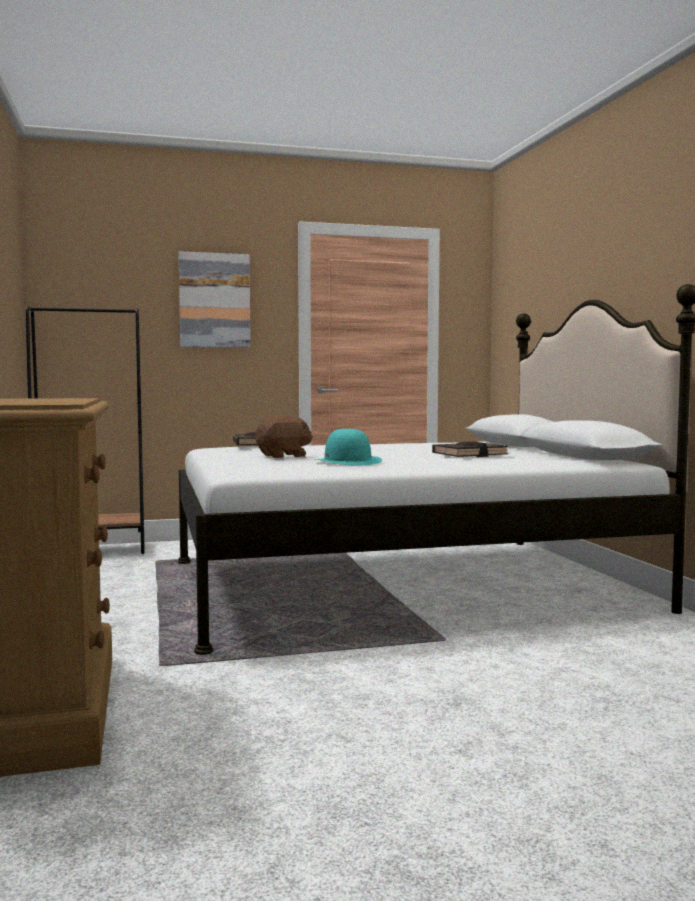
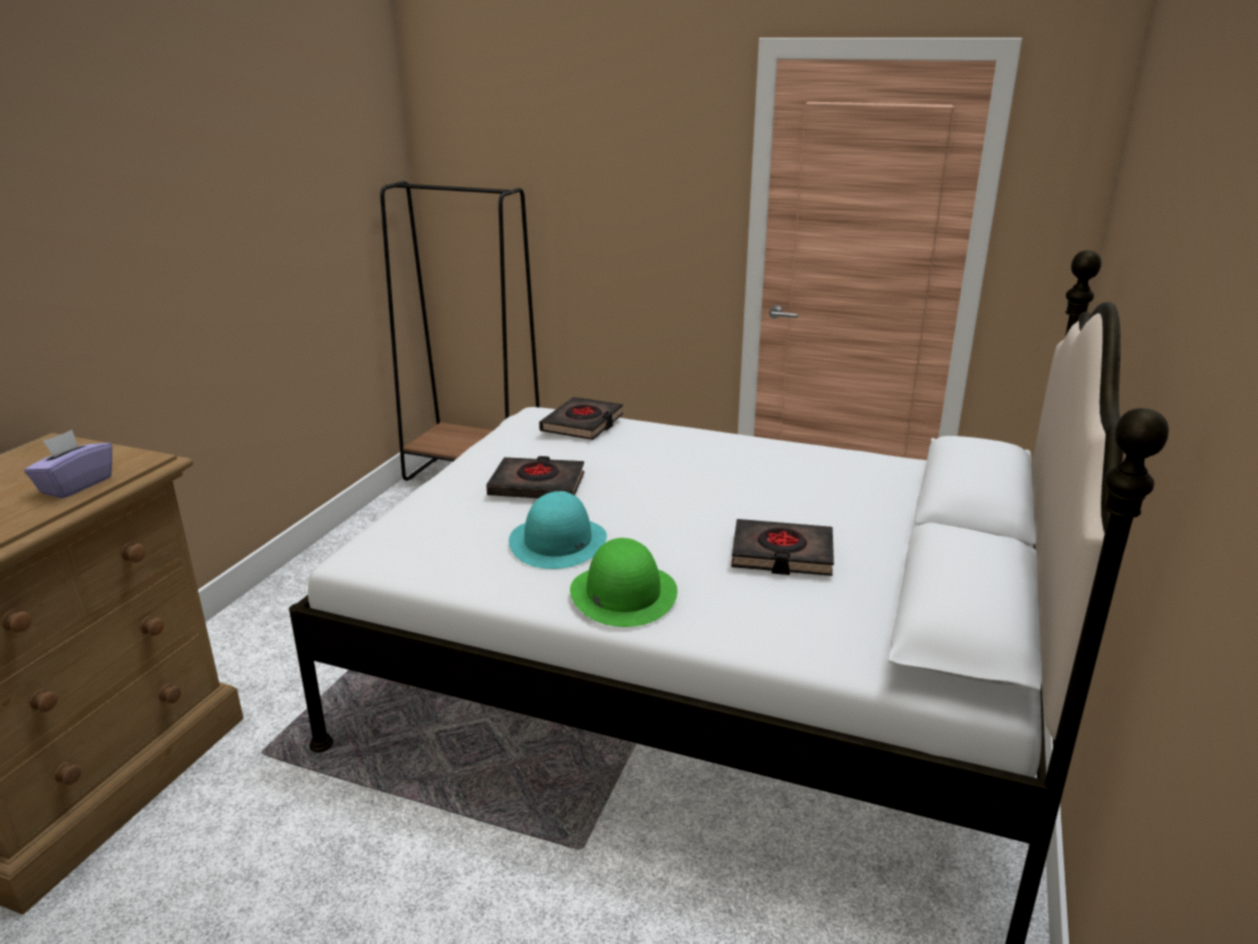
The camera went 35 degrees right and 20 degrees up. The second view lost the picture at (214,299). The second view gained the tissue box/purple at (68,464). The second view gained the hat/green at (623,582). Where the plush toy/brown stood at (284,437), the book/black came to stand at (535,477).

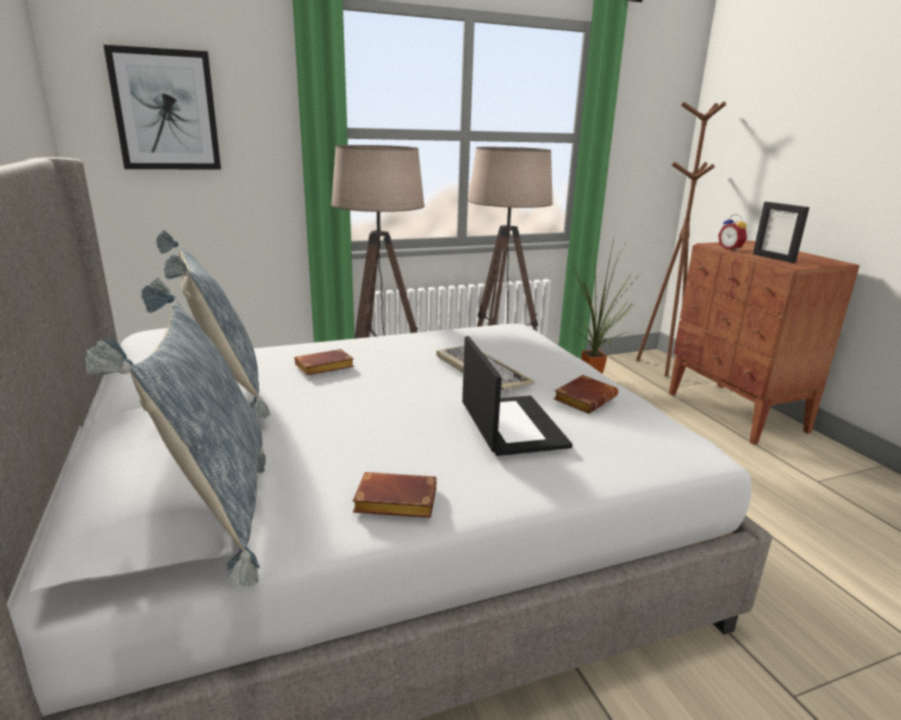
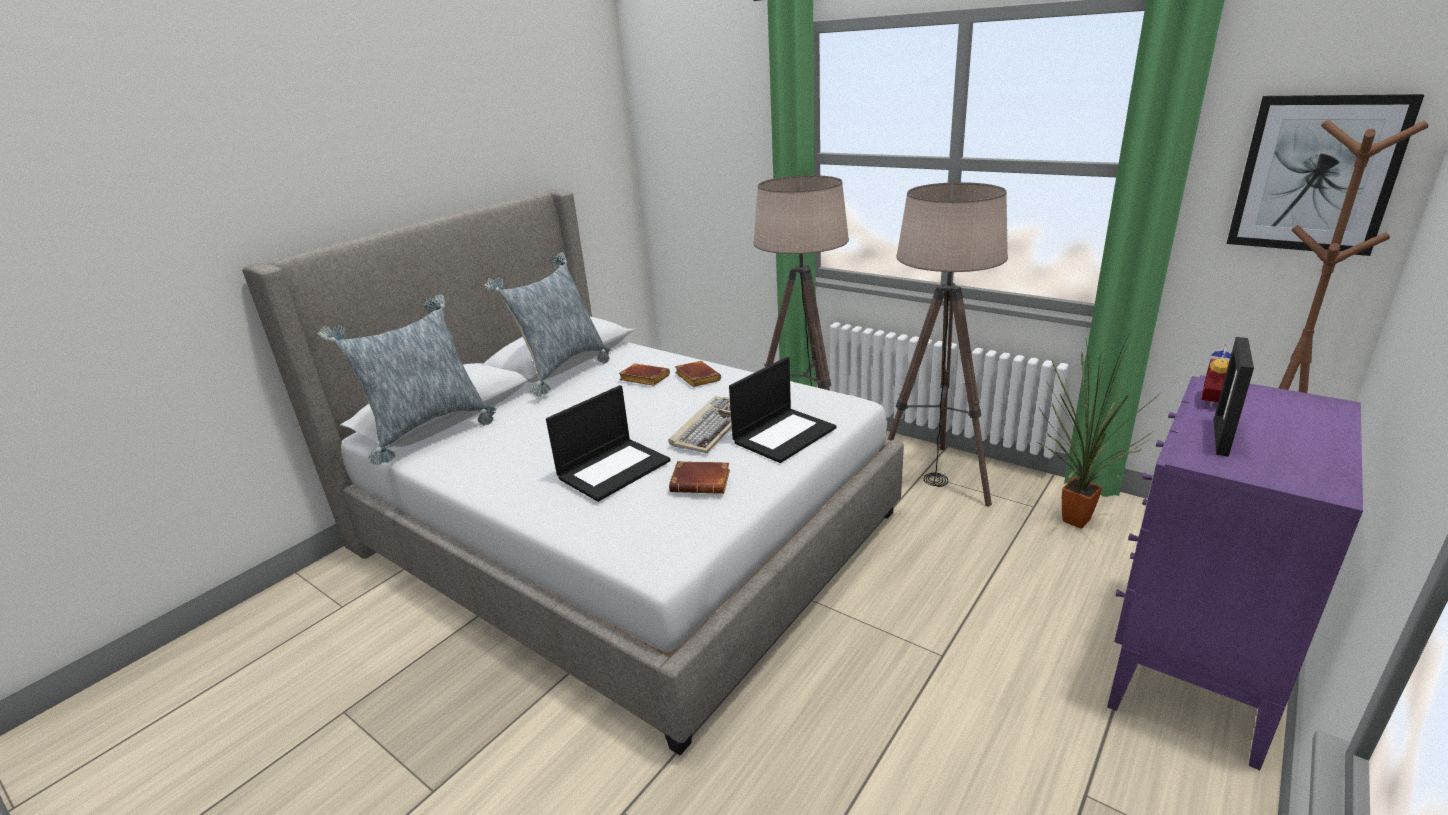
The camera went 60 degrees right and 5 degrees up. The second view gained the laptop at (783,410). The picture ended up elsewhere, having gone from (162,107) to (1325,175). The book/brown ended up elsewhere, having gone from (395,495) to (698,374). What was the dresser/brown at (764,343) turned into the dresser/purple at (1235,572).

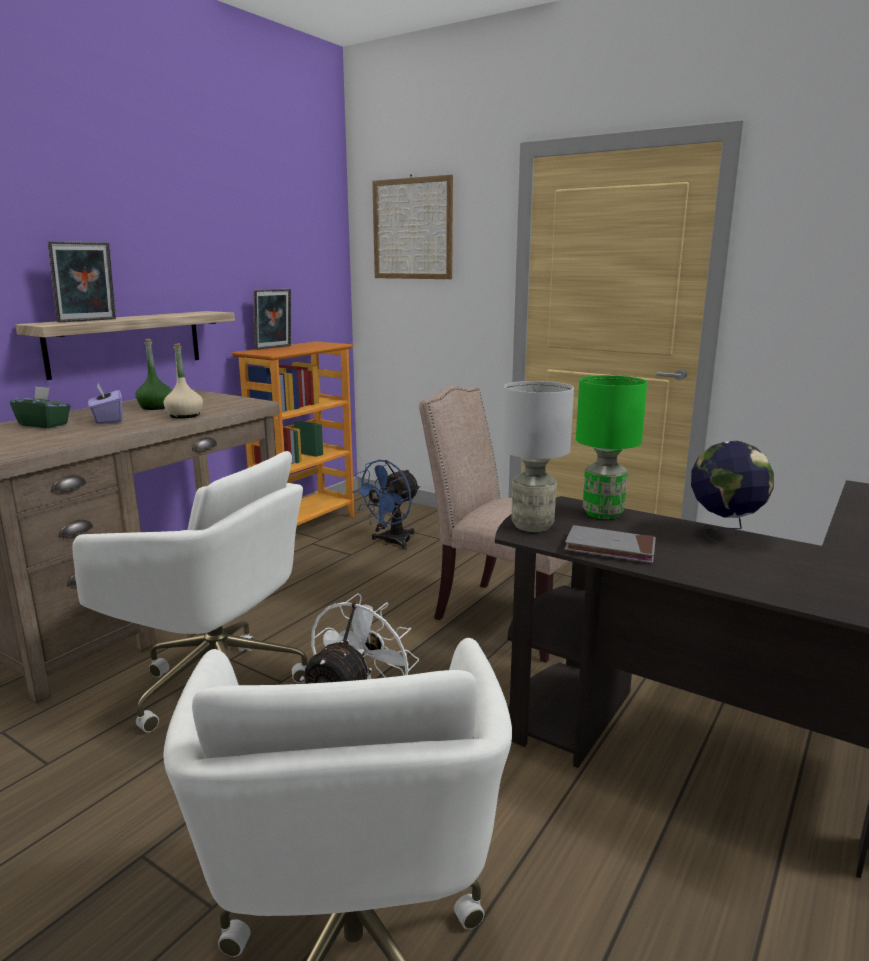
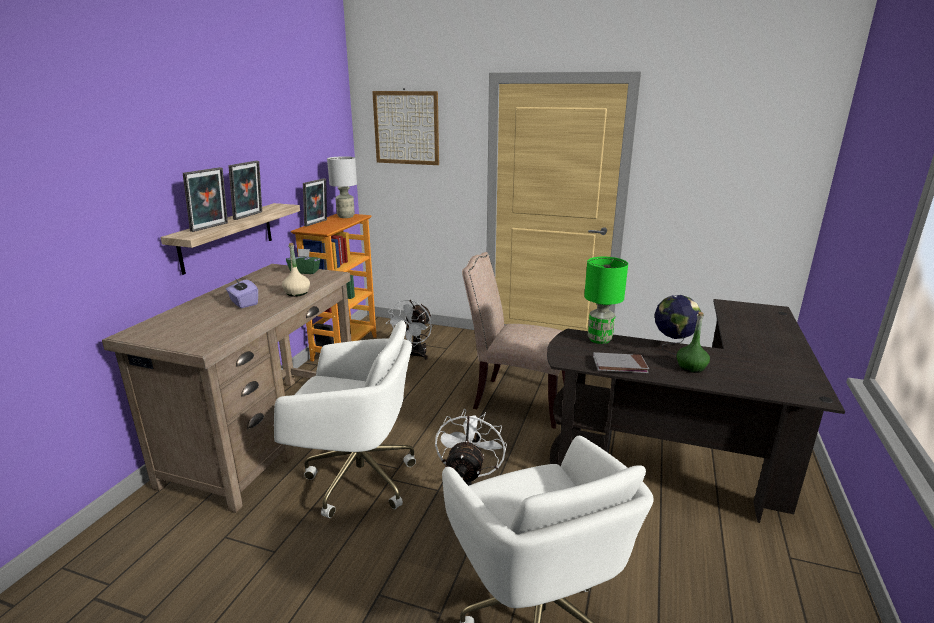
The camera went 15 degrees left and 5 degrees up. The second view gained the picture frame at (245,190). The tissue box/green ended up elsewhere, having gone from (40,407) to (303,261). The bottle/green ended up elsewhere, having gone from (153,374) to (693,342). The table lamp/grey ended up elsewhere, having gone from (538,456) to (342,187). What was the fan/blue at (386,505) turned into the fan/white at (409,330).

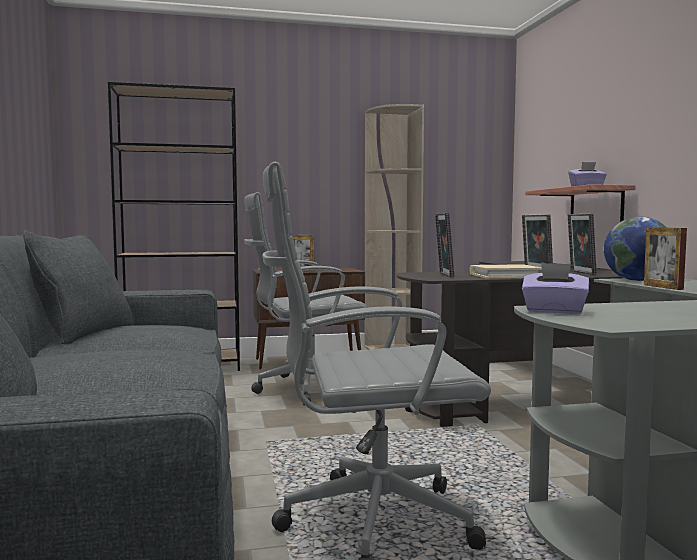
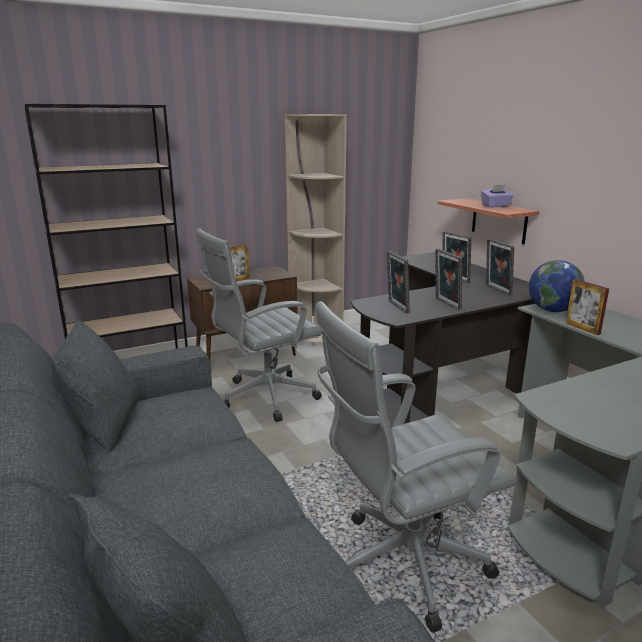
The camera went 15 degrees left and 15 degrees up. The second view lost the tissue box/purple at (555,288). Where the book/beige stood at (506,271), the picture frame came to stand at (448,279).

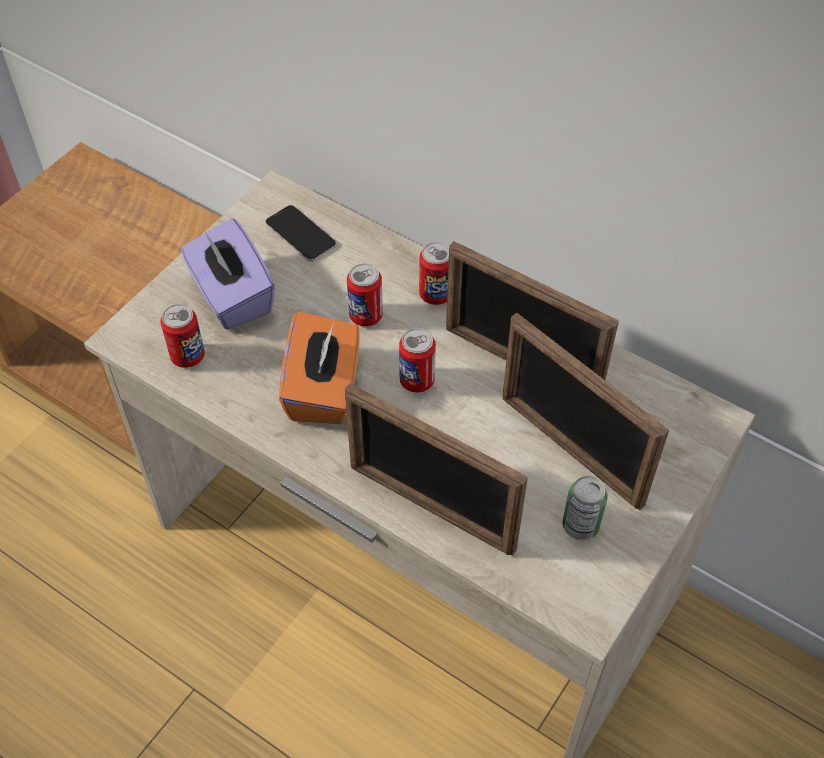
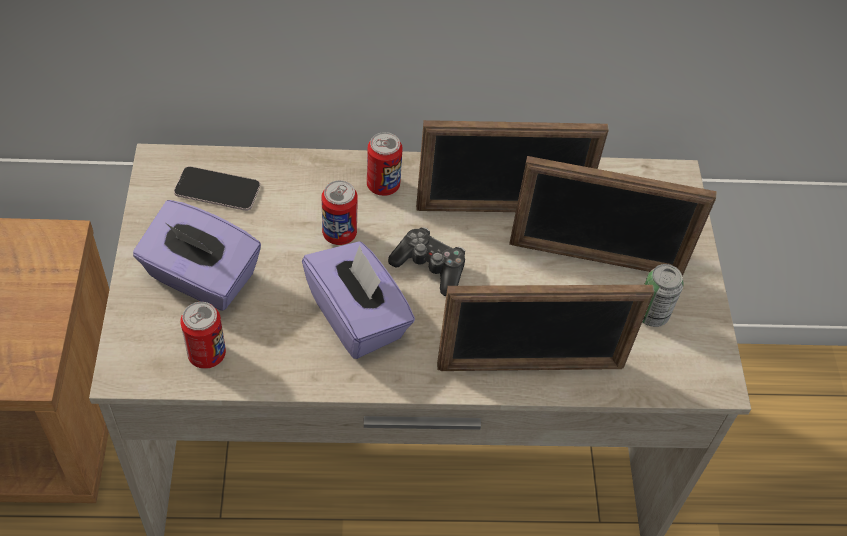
The camera went 40 degrees left and 0 degrees up. Where the can stood at (417,360), the game controller came to stand at (426,261). What was the tissue box/orange at (319,368) turned into the tissue box/purple at (358,300).

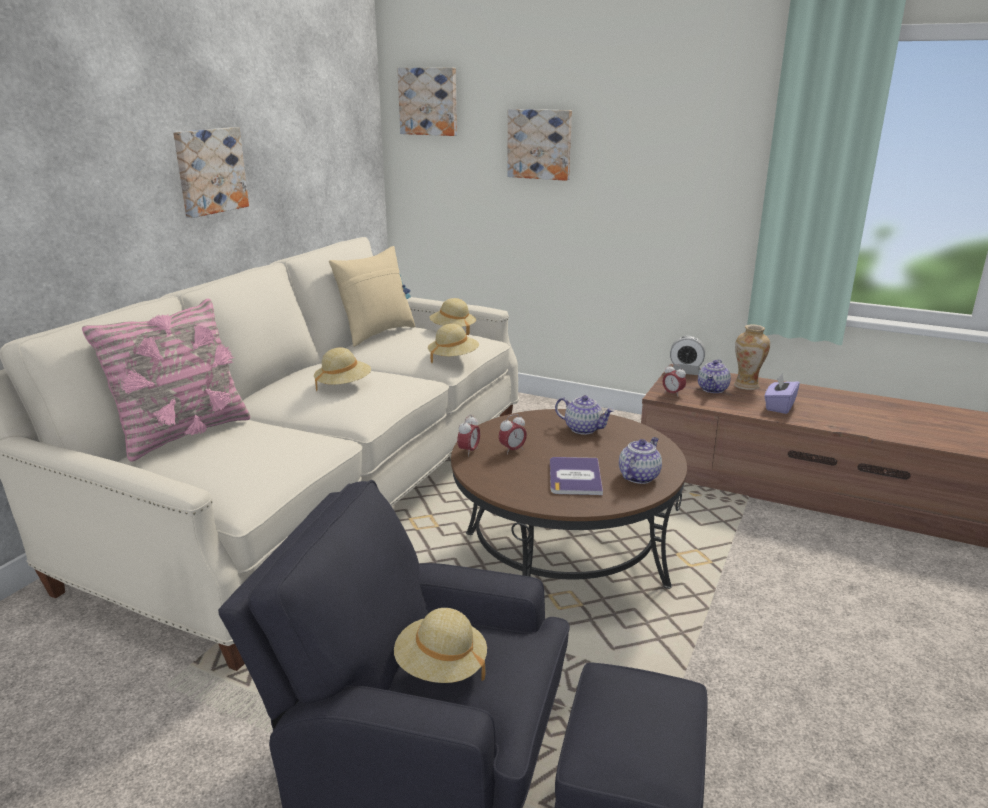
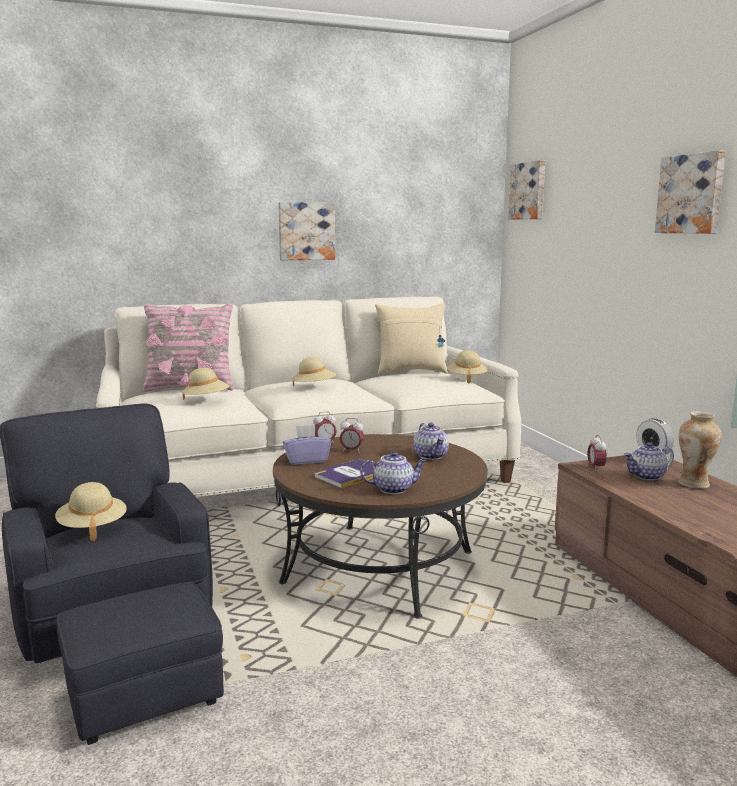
The camera went 45 degrees right and 10 degrees down. The hat/beige ended up elsewhere, having gone from (453,343) to (206,383). The picture ended up elsewhere, having gone from (539,145) to (690,192). The tissue box/purple ended up elsewhere, having gone from (782,393) to (307,445).

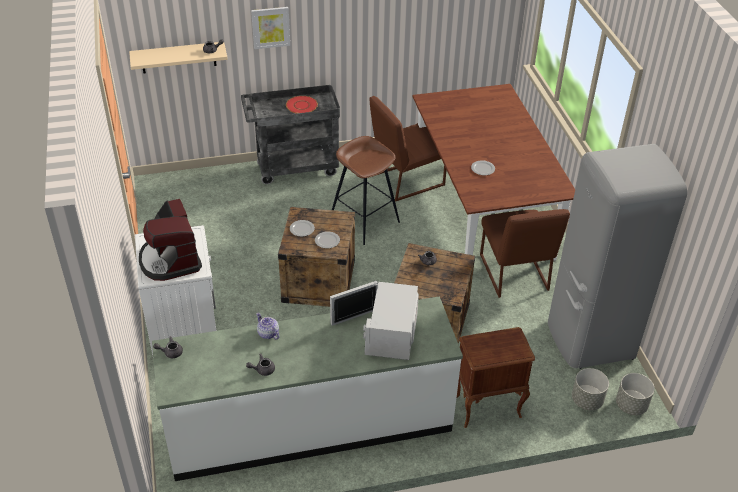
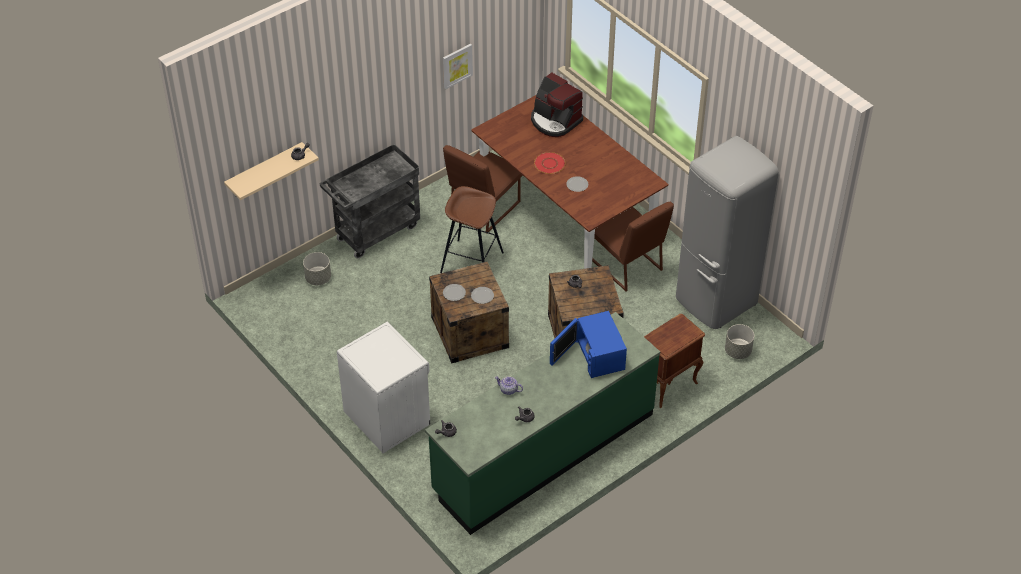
The camera went 25 degrees left and 5 degrees up. The coffee machine ended up elsewhere, having gone from (170,240) to (557,105). The picture ended up elsewhere, having gone from (270,28) to (458,66). The plate/red ended up elsewhere, having gone from (302,105) to (549,163). The planter/grey ended up elsewhere, having gone from (635,394) to (317,268). What was the counter/white at (307,389) turned into the counter/green at (542,423). What was the microwave/white at (374,320) turned into the microwave/blue at (588,344).

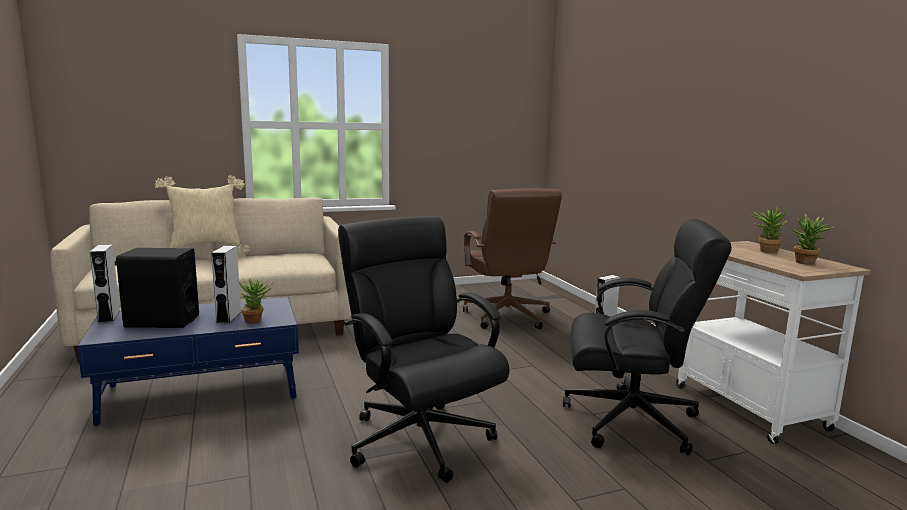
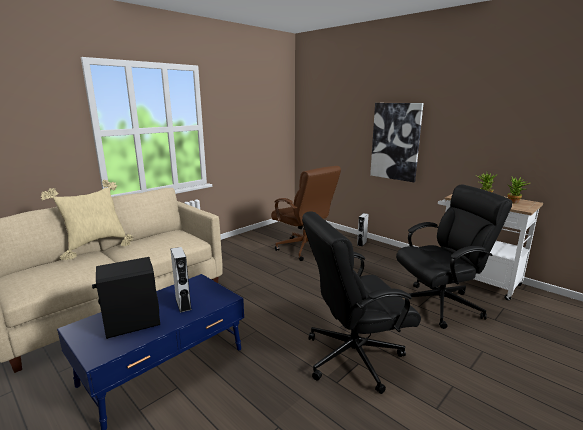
The camera went 25 degrees left and 5 degrees up. The second view lost the speaker/grey at (105,283). The second view lost the potted plant at (256,301). The second view gained the picture at (397,142). The office chair/black at (423,349) ended up facing another way, 45 degrees counterclockwise from before.

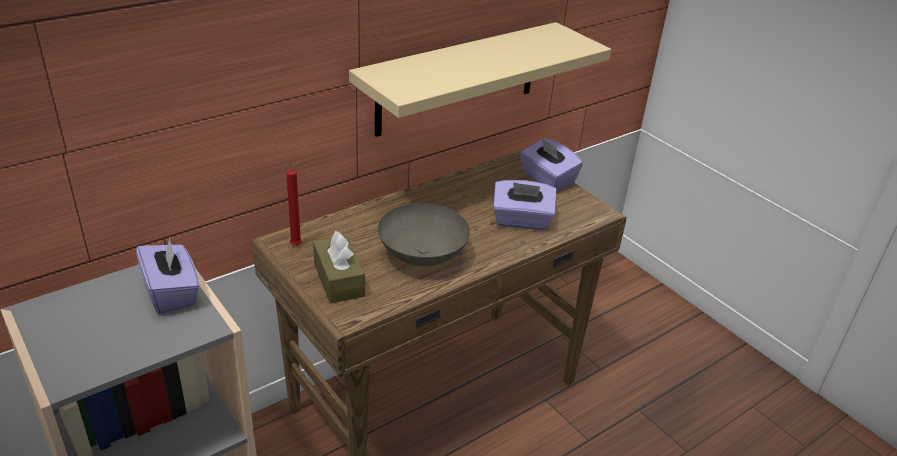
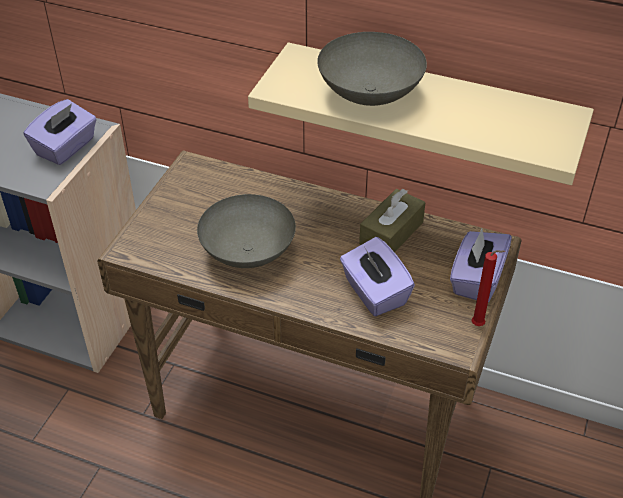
The camera went 60 degrees right and 10 degrees up. The second view gained the bowl/grey at (372,69). The candle/red ended up elsewhere, having gone from (294,203) to (488,288). The tissue box/brown ended up elsewhere, having gone from (339,267) to (392,221).

